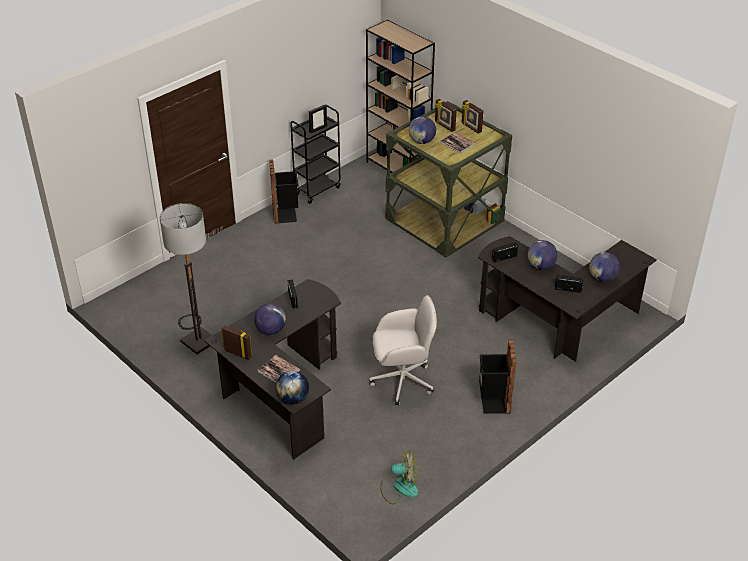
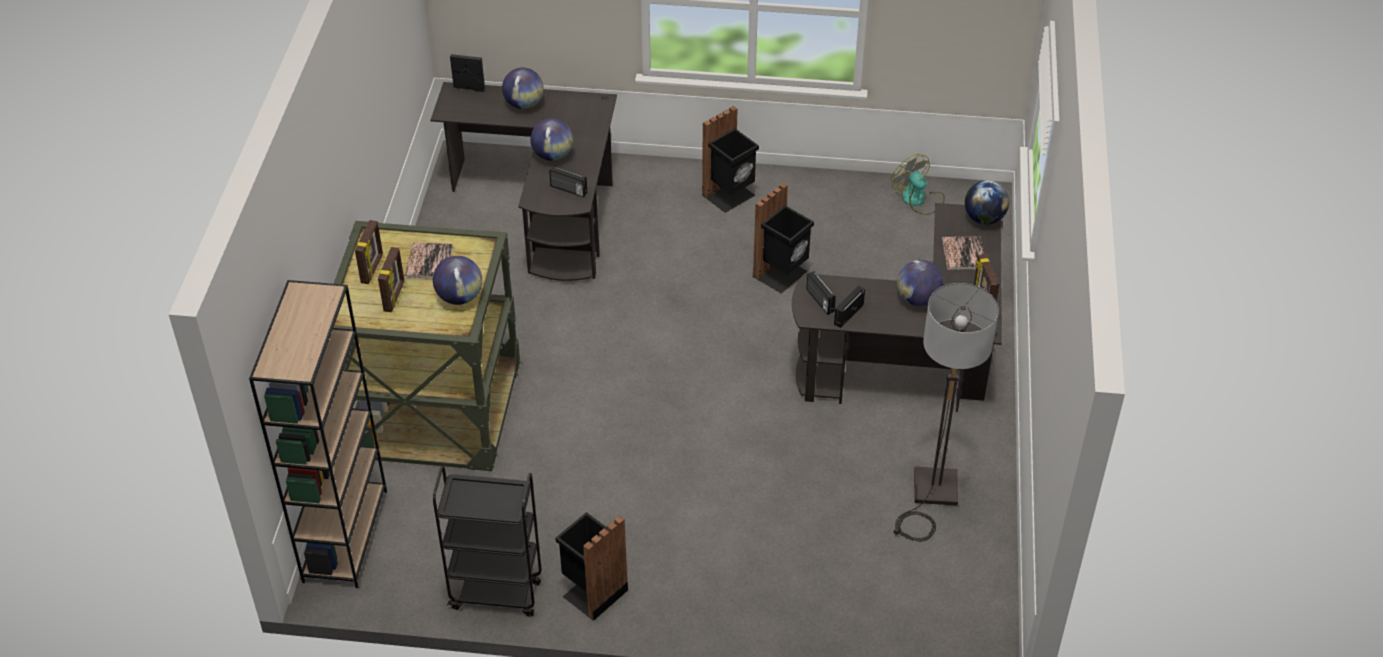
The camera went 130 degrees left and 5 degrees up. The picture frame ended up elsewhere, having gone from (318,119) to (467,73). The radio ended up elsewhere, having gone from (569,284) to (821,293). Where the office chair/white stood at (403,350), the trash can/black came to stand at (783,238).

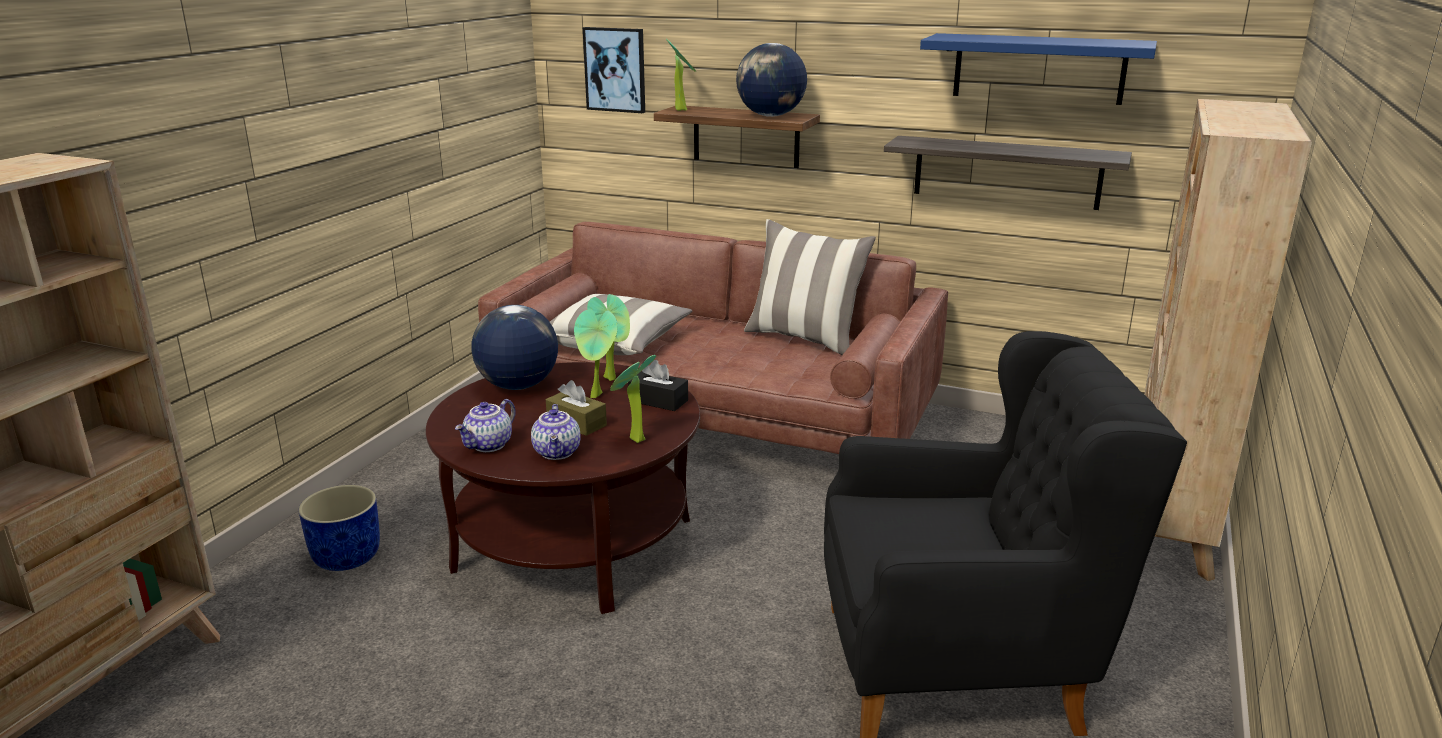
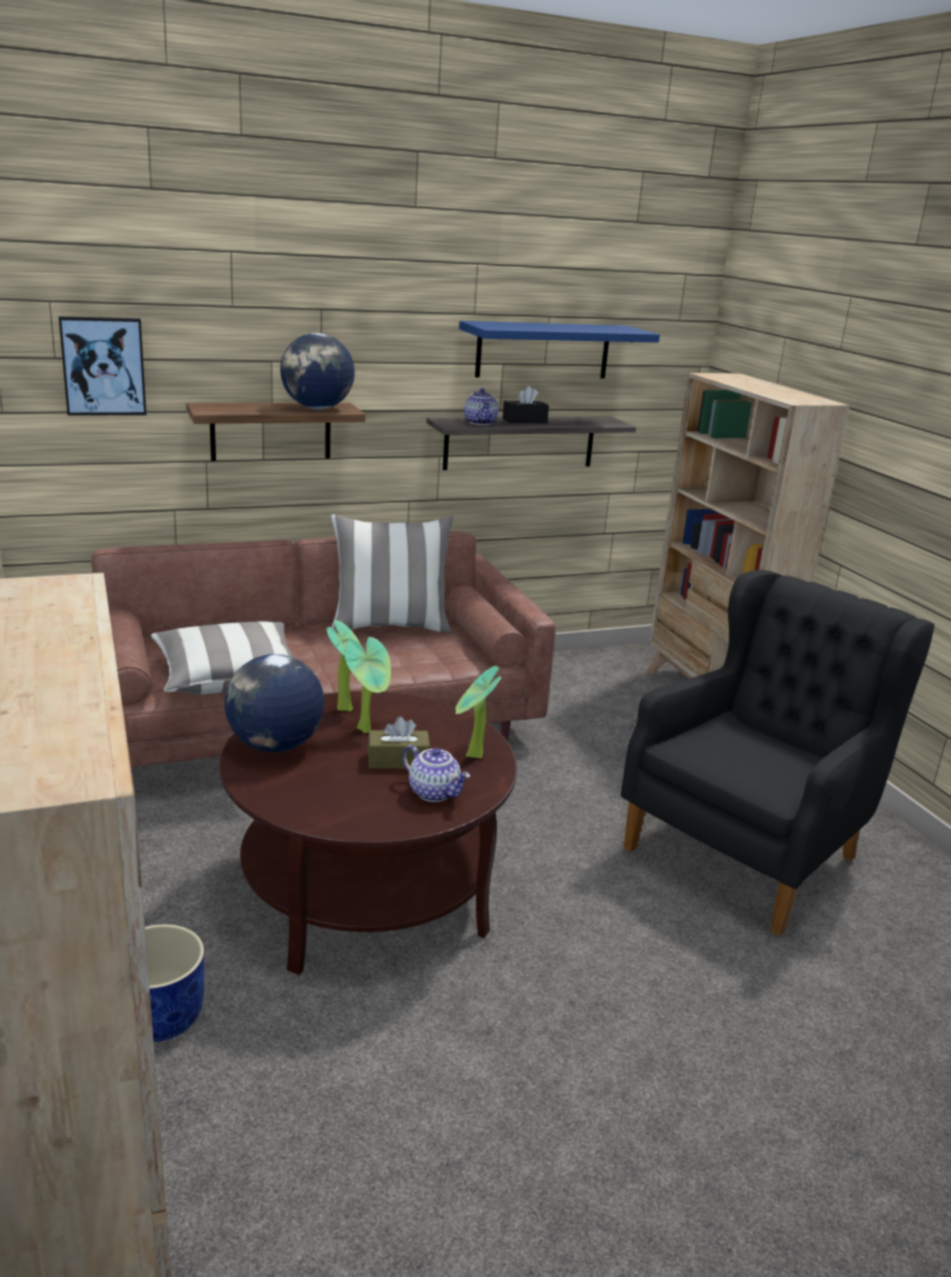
The camera went 45 degrees left and 0 degrees up. The second view lost the potted plant at (681,75). The teapot ended up elsewhere, having gone from (485,425) to (481,406). The tissue box/black ended up elsewhere, having gone from (658,385) to (526,404).

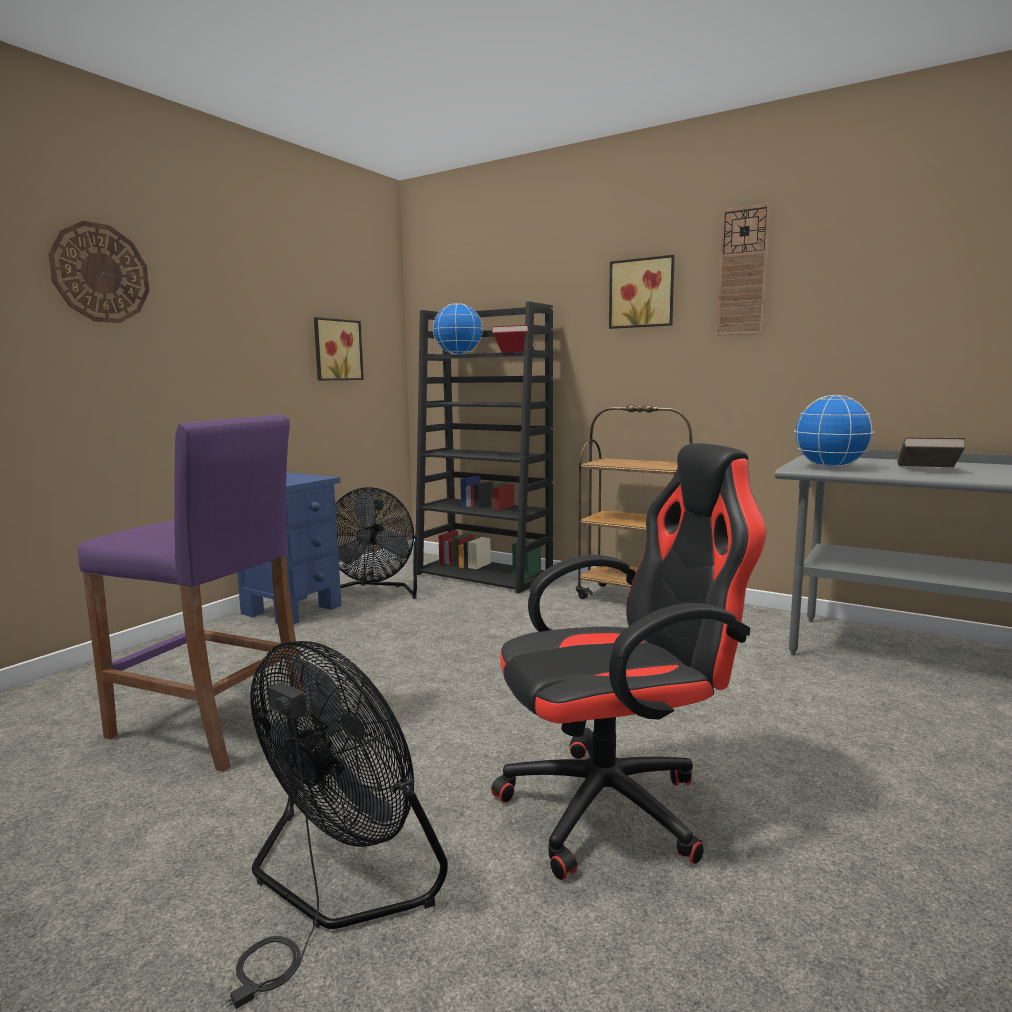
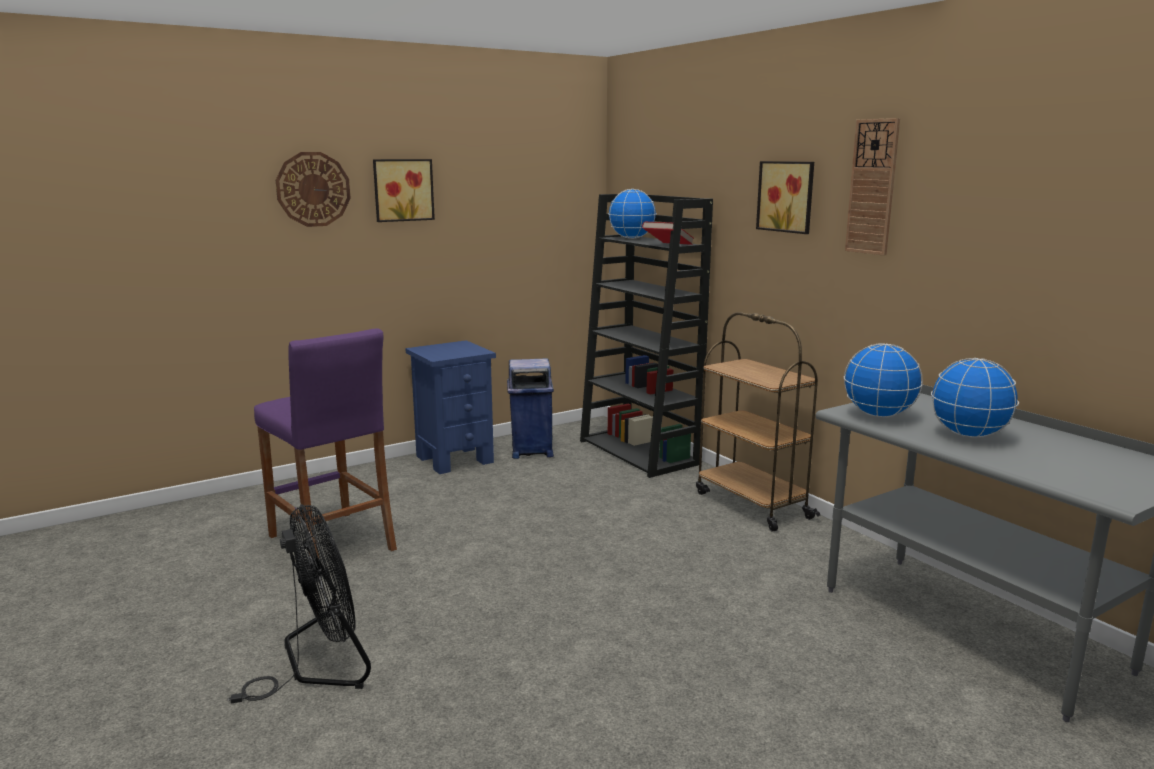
The camera went 25 degrees right and 5 degrees up. The second view lost the office chair/black at (628,661). The picture ended up elsewhere, having gone from (339,349) to (404,190). Where the fan/black stood at (376,543), the trash can/blue came to stand at (530,408). Where the book/brown stood at (931,452), the globe came to stand at (975,398).

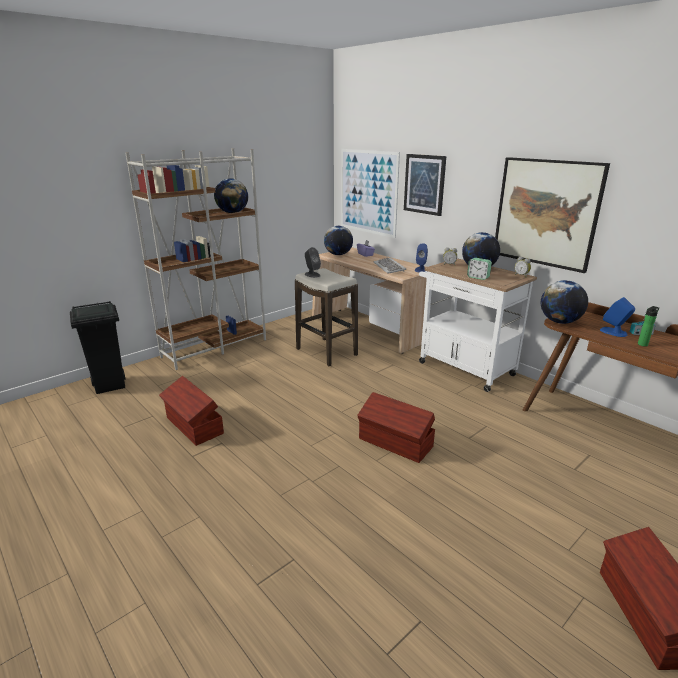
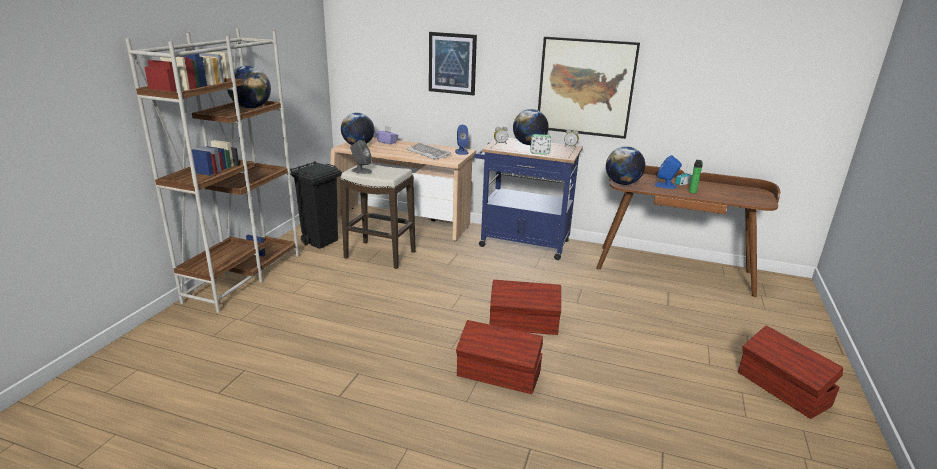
The camera went 30 degrees left and 0 degrees up. The second view lost the picture at (370,193). The trash can/black ended up elsewhere, having gone from (98,347) to (316,205). The storage box/brown ended up elsewhere, having gone from (191,411) to (499,357). What was the cart/white at (478,325) turned into the cart/blue at (528,199).

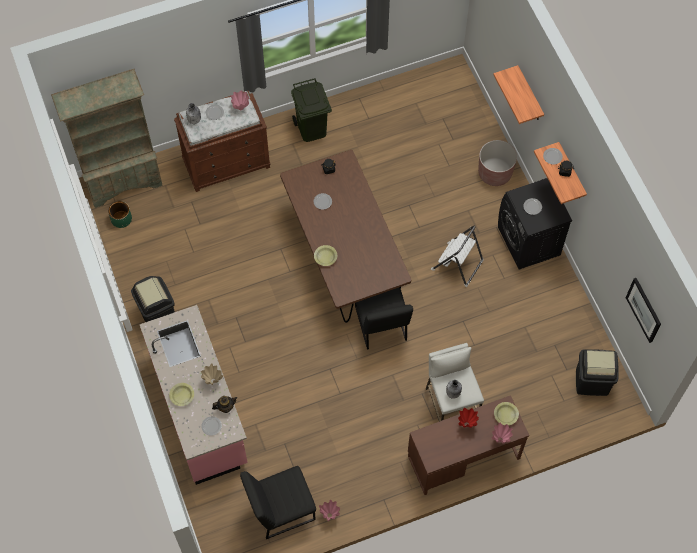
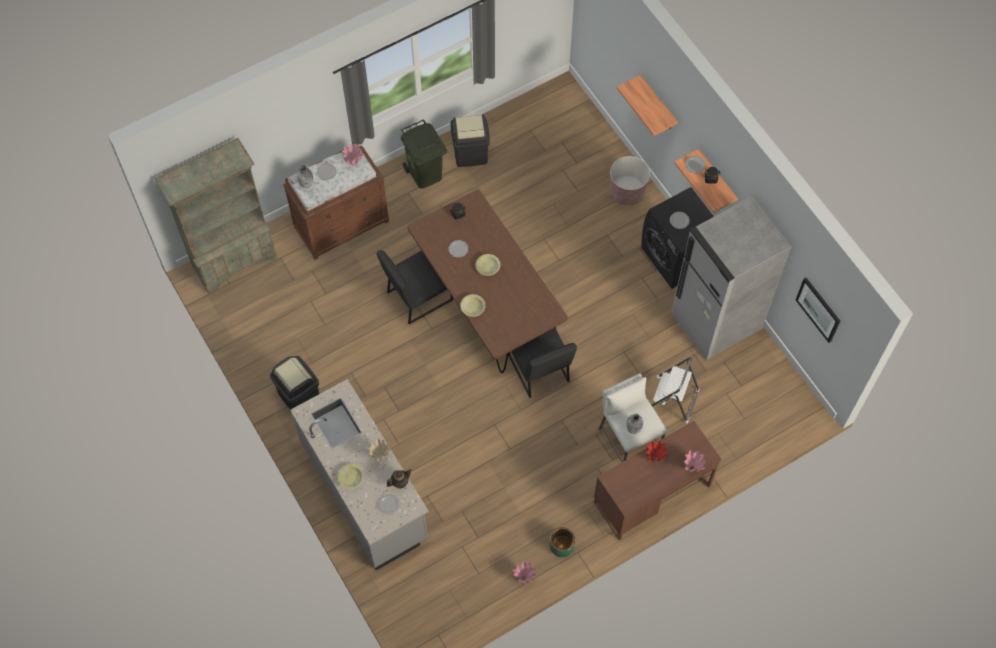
The camera went 10 degrees left and 0 degrees up. The second view gained the fridge/grey at (731,278). The planter/green ended up elsewhere, having gone from (120,214) to (562,542). The chair/black ended up elsewhere, having gone from (278,502) to (415,287). The step ladder/white ended up elsewhere, having gone from (457,256) to (676,390). The bowl/yellow ended up elsewhere, having gone from (506,413) to (488,265). The trash can/black ended up elsewhere, having gone from (597,372) to (470,141). What was the counter/pink at (194,395) turned into the counter/grey at (359,474).

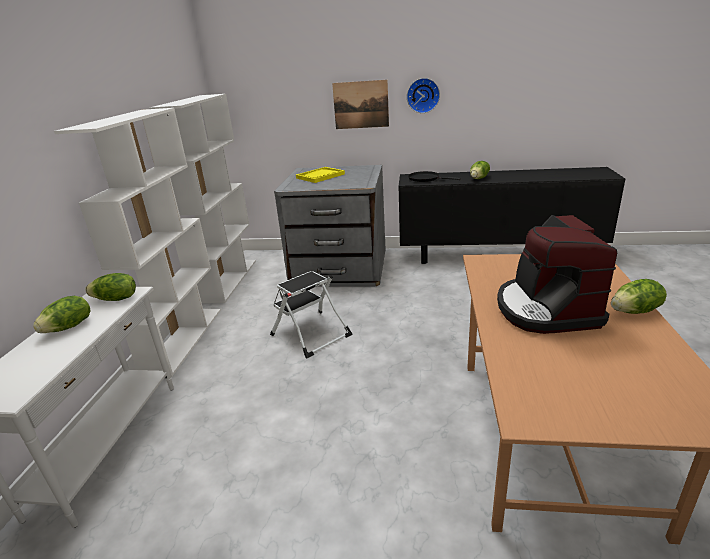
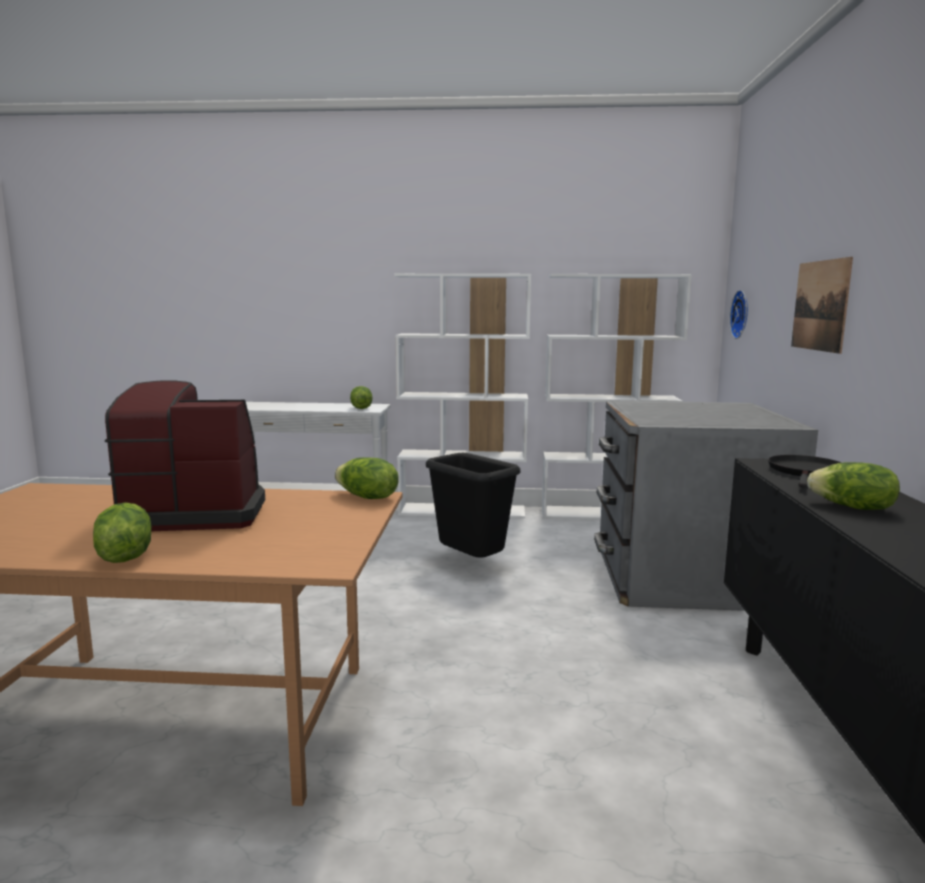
The camera went 85 degrees right and 15 degrees down. The second view lost the tray/yellow at (320,175). The lettuce ended up elsewhere, having gone from (62,314) to (367,478). The wall clock ended up elsewhere, having gone from (423,95) to (738,314). Where the step ladder stood at (311,314), the trash can/black came to stand at (473,505).

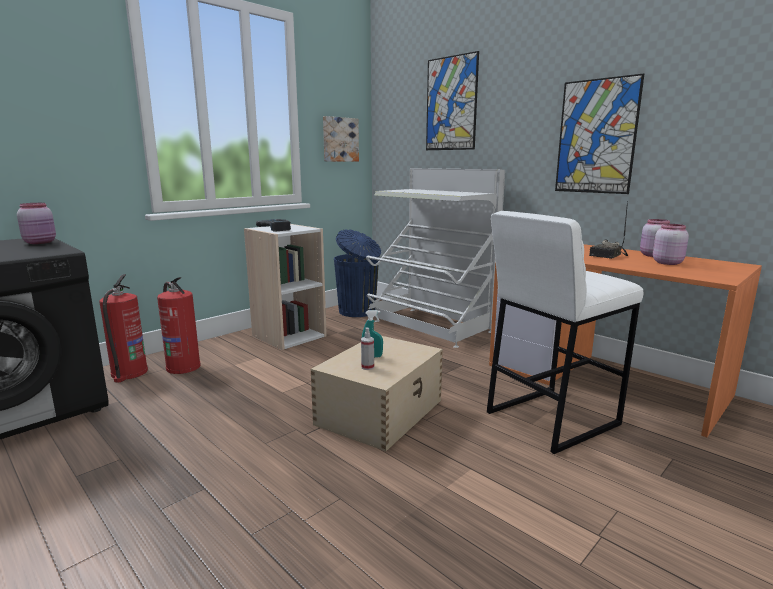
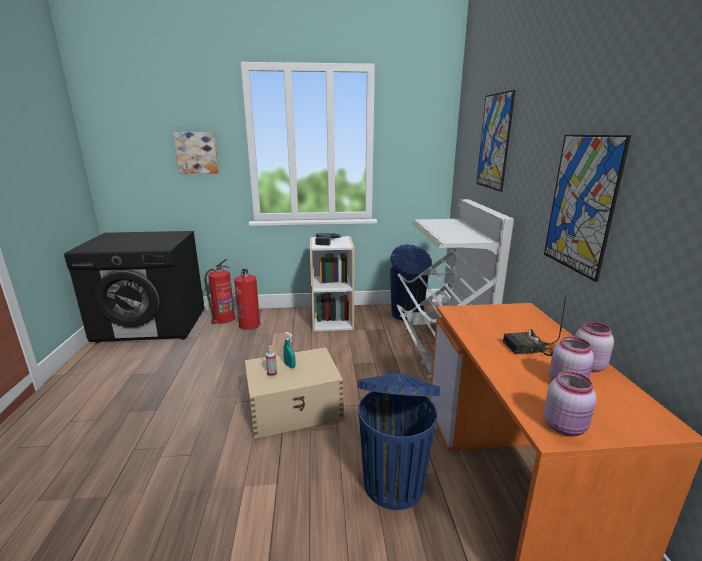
The camera went 40 degrees right and 5 degrees up. The jar/pink ended up elsewhere, having gone from (36,223) to (570,403). The picture ended up elsewhere, having gone from (341,139) to (196,152). Where the stool/white stood at (565,332), the trash can/blue came to stand at (399,441).

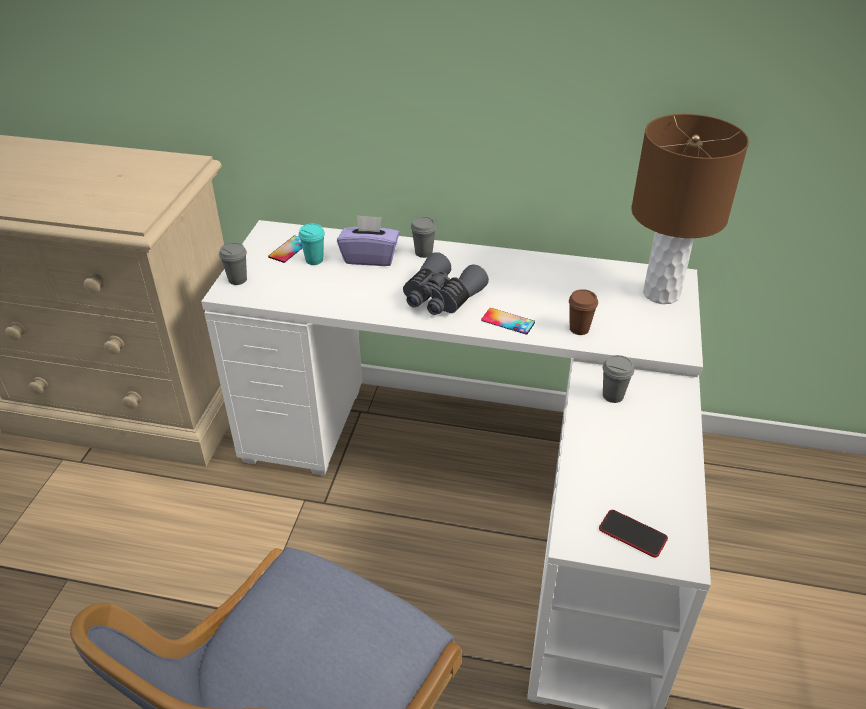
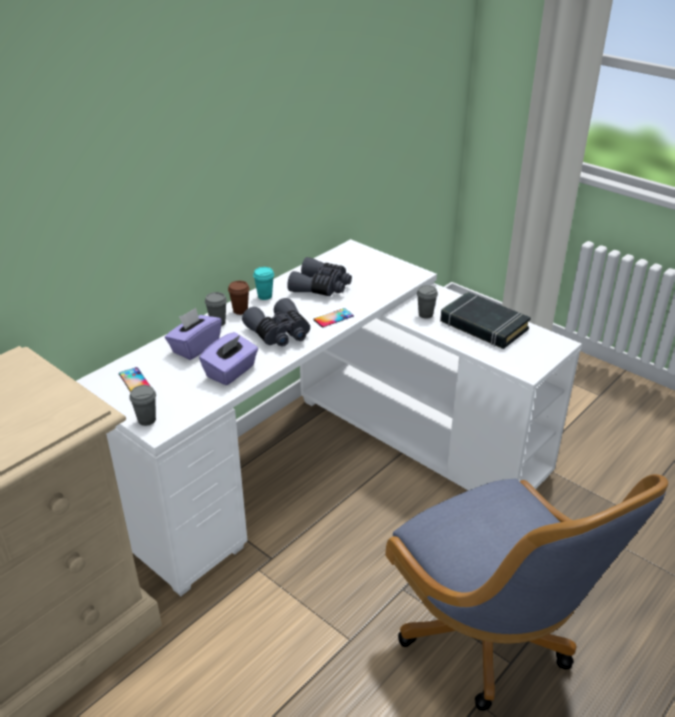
The camera went 60 degrees left and 5 degrees down. The second view lost the phone at (633,533). The second view lost the table lamp/brown at (690,209). The second view gained the tissue box/purple at (228,358). The second view gained the binoculars/grey at (319,276). The second view gained the book/black at (485,320). The cup/turquoise ended up elsewhere, having gone from (311,244) to (263,283). The cup/brown ended up elsewhere, having gone from (583,312) to (239,298).

